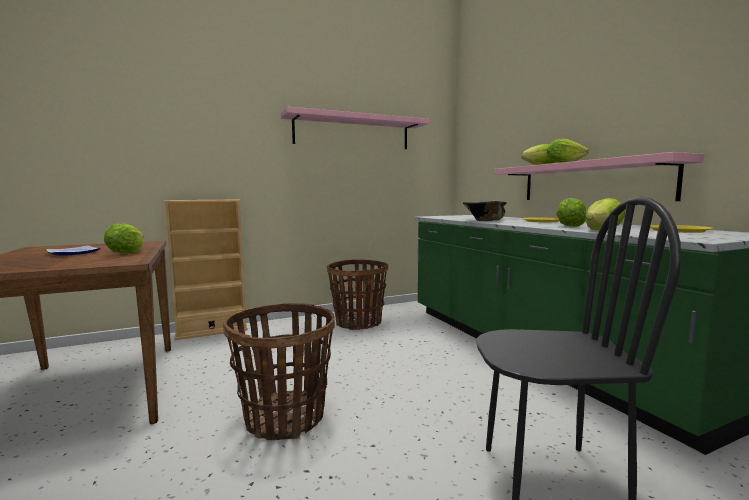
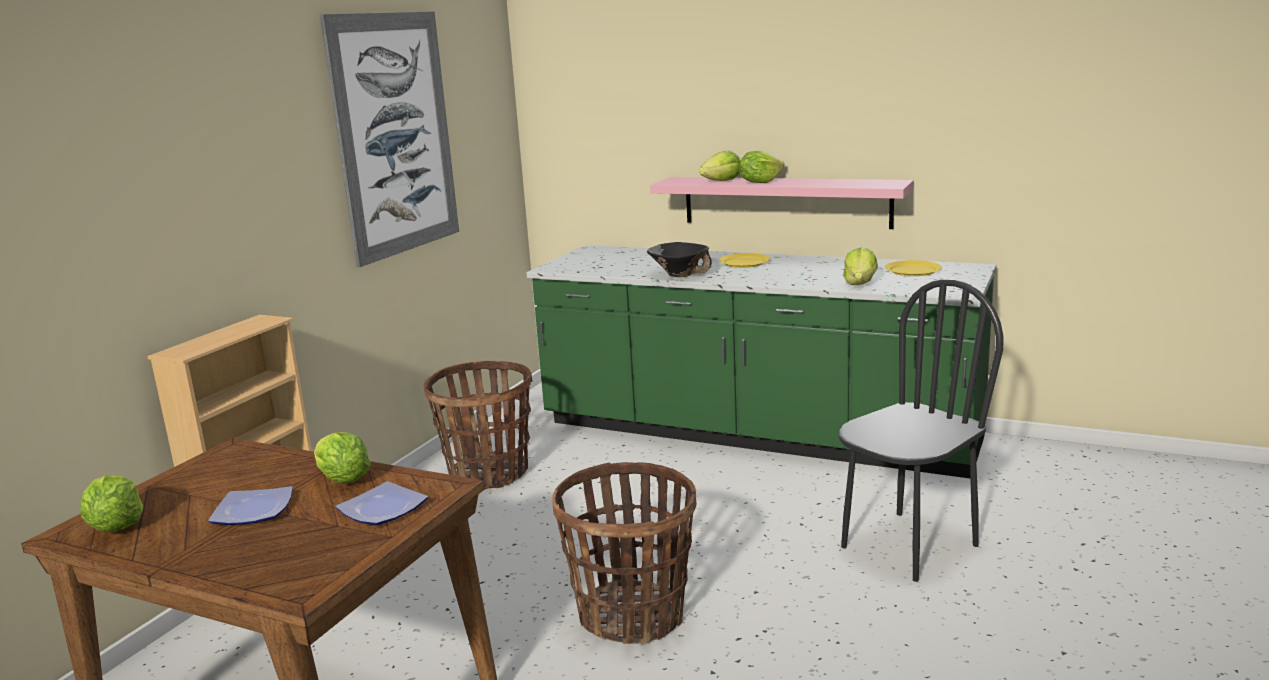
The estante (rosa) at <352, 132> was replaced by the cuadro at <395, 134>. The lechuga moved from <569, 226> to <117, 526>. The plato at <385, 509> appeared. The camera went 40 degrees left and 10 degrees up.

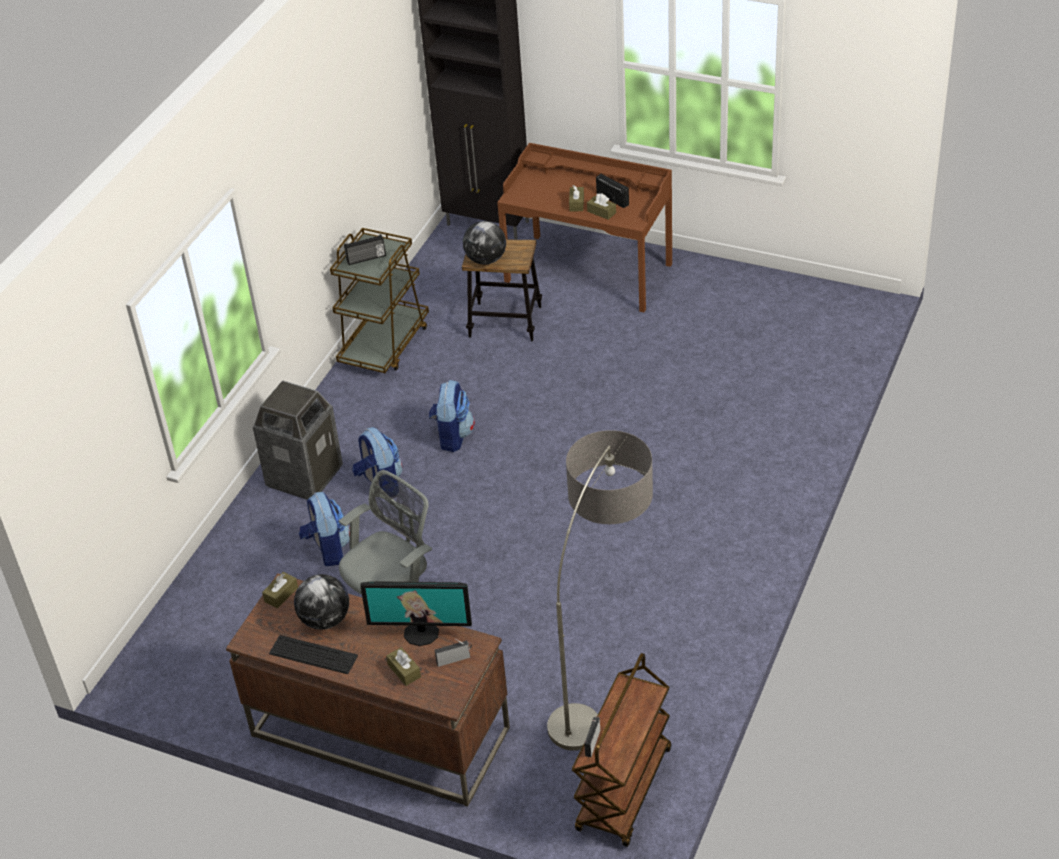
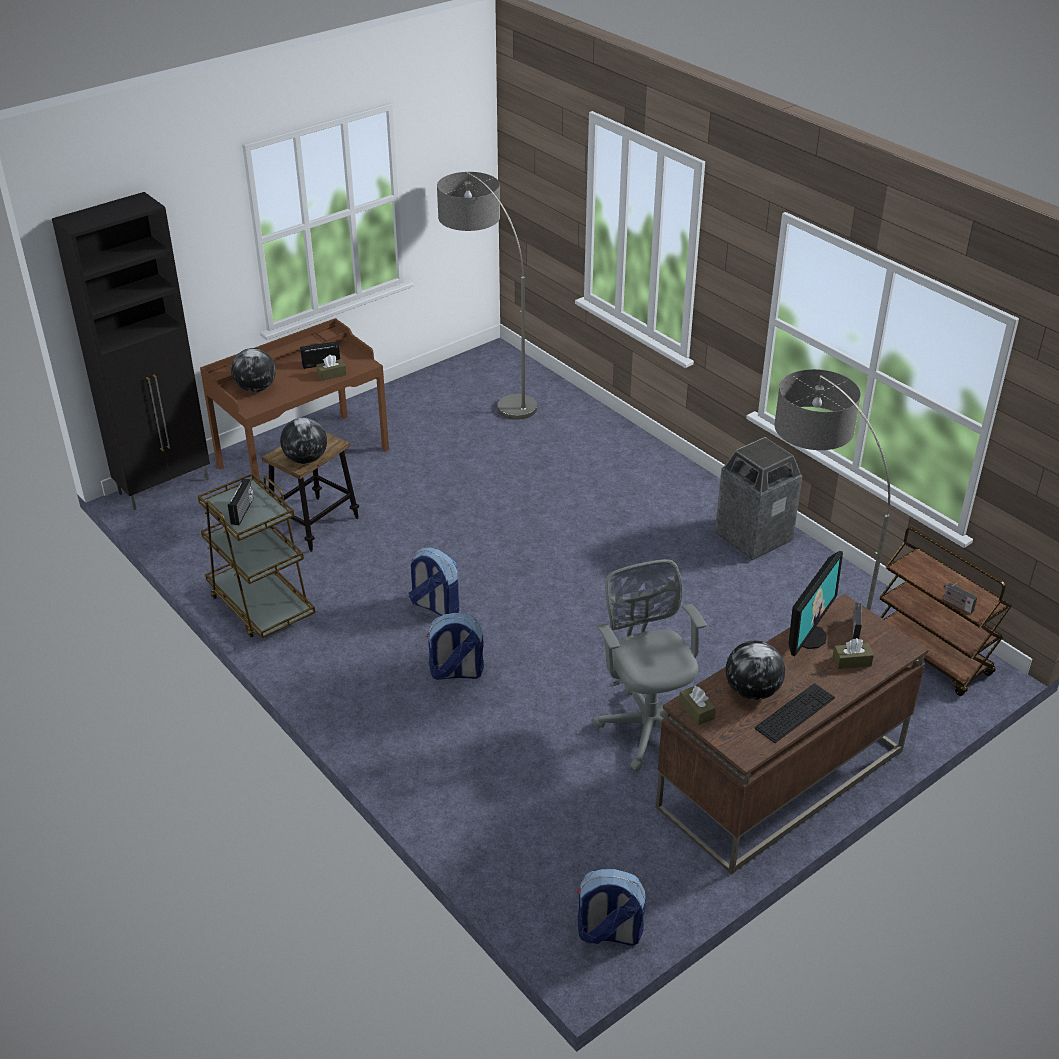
The papelera moved from <304, 476> to <752, 537>. The mochila moved from <328, 549> to <608, 933>. The caja de pañuelos (marrón) at <576, 203> disappeared. The globo terráqueo at <256, 389> appeared. The lámpara de pie at <487, 388> appeared. The camera went 65 degrees left and 5 degrees down.

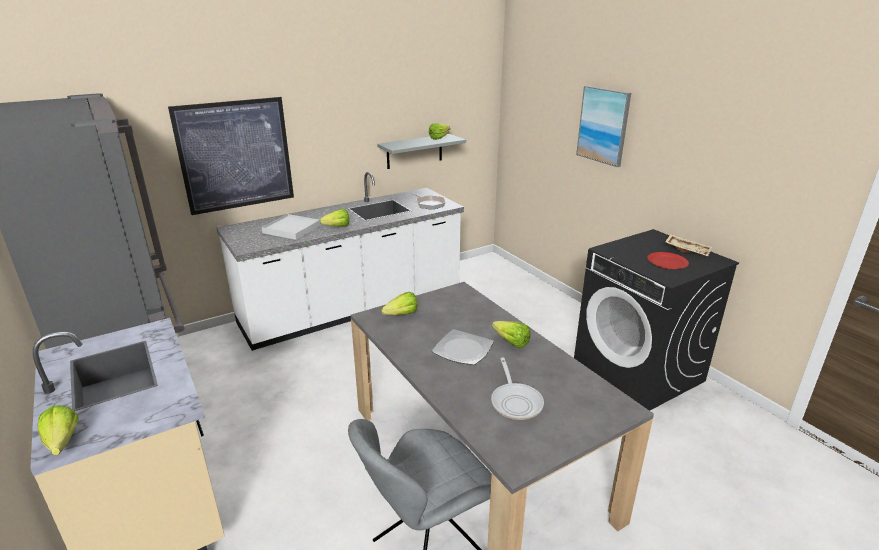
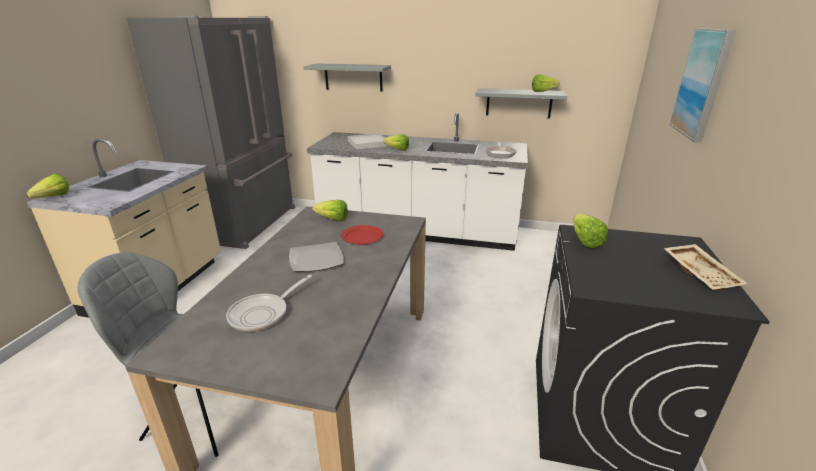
The cuadro at <235, 155> was replaced by the estante (gris) at <353, 77>. The lechuga moved from <509, 341> to <584, 239>. The plato (rojo) moved from <666, 262> to <362, 237>. The camera went 45 degrees right and 0 degrees up.

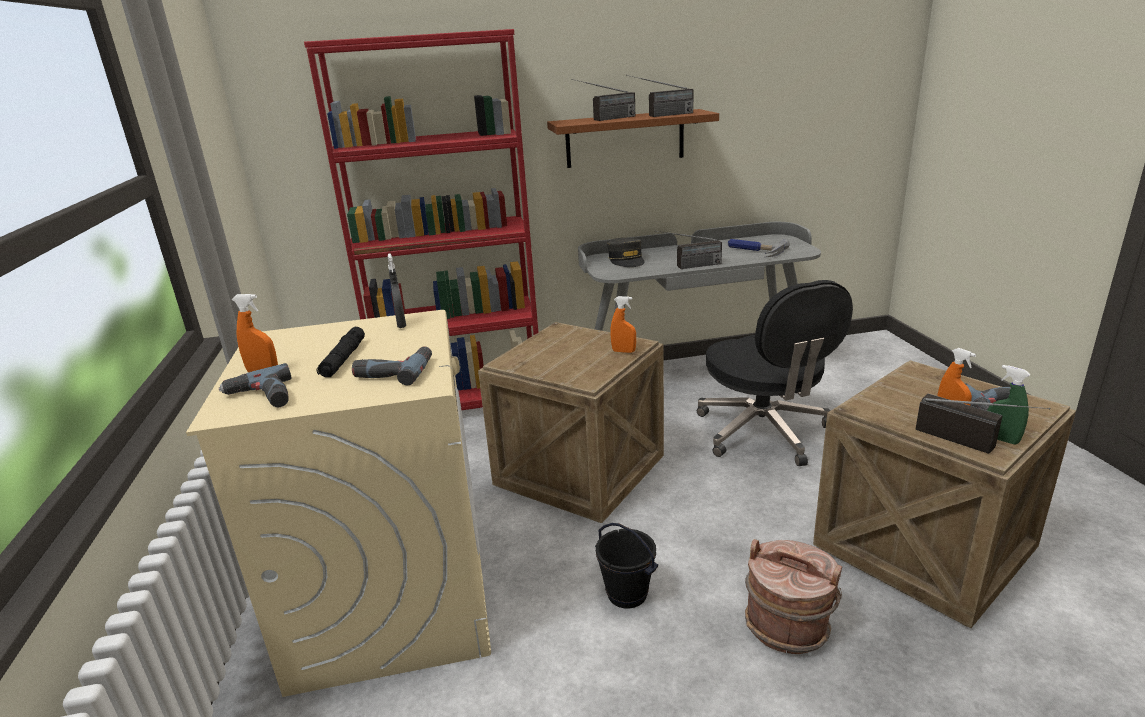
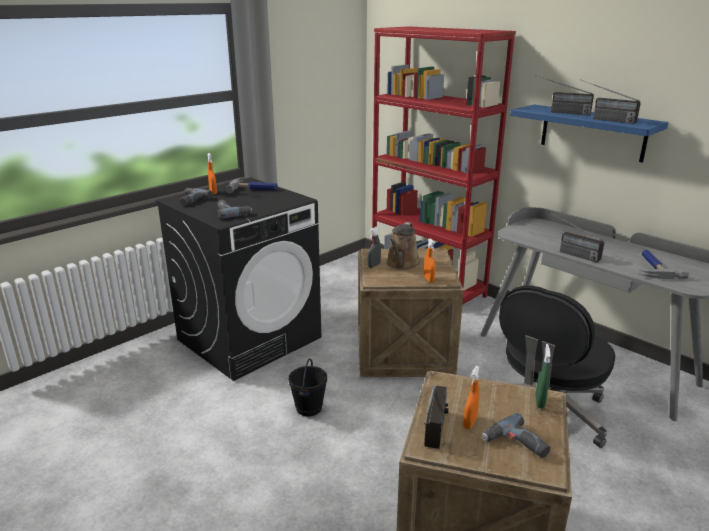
The lavadora (beis) at <392, 598> became the lavadora (negro) at <250, 338>. The linterna (negro) at <343, 359> disappeared. The pulverizador (gris) moved from <401, 324> to <374, 266>. The estante (marrón) at <625, 139> became the estante (azul) at <592, 132>. The gorra (gris) at <626, 260> disappeared. The cubo (marrón) at <787, 626> disappeared. The pulverizador (verde) moved from <1001, 439> to <539, 402>. The martillo at <254, 188> appeared. The regadera (marrón) at <402, 264> appeared. The camera went 55 degrees right and 0 degrees up.

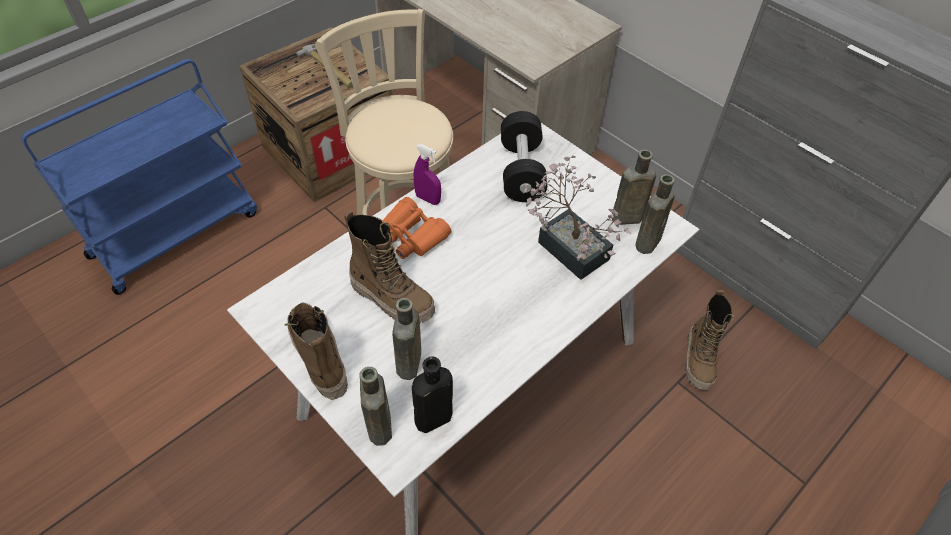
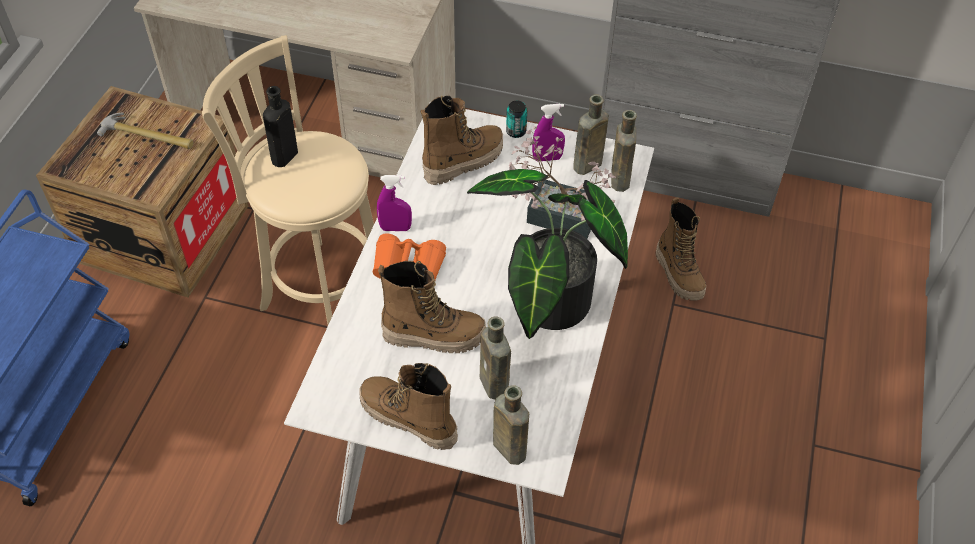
The botella (negro) moved from <431, 420> to <283, 158>. The mancuerna (negro) at <521, 171> was replaced by the bota at <463, 161>. The planta en maceta at <546, 306> appeared. The lata at <516, 131> appeared. The pulverizador (morado) at <547, 158> appeared. The camera went 30 degrees left and 0 degrees up.

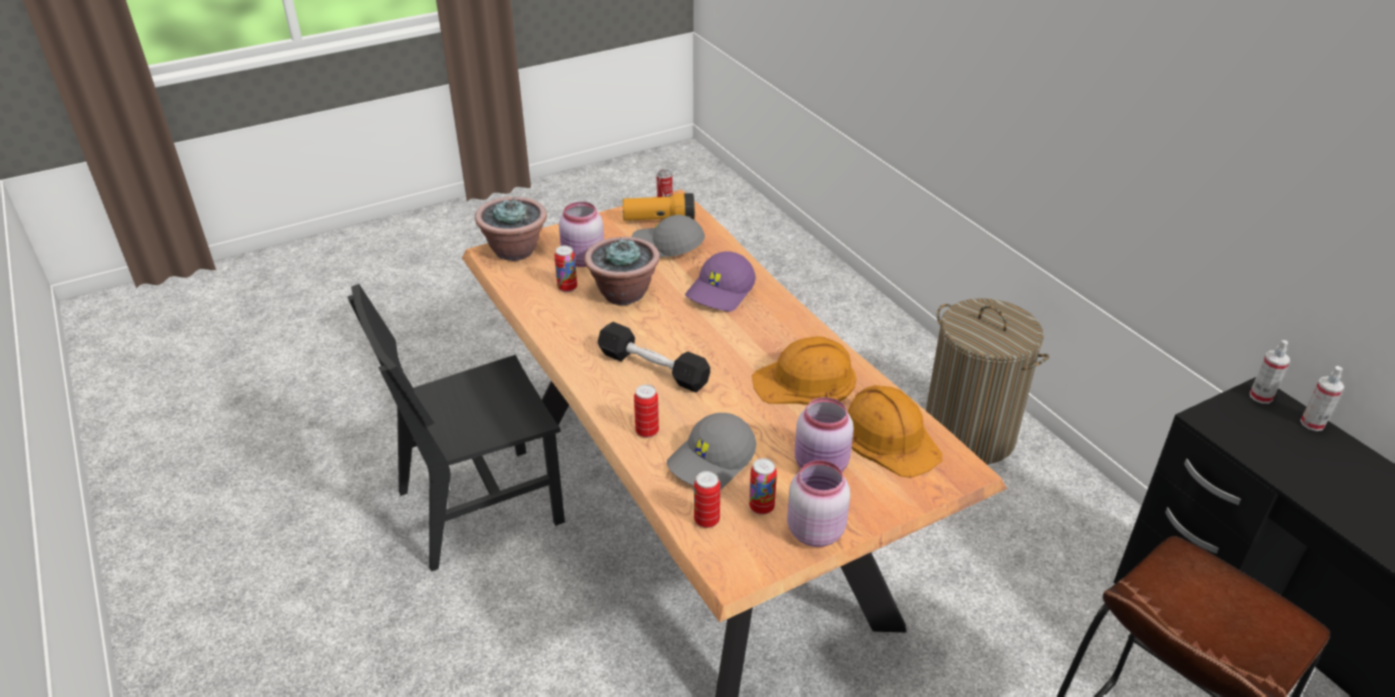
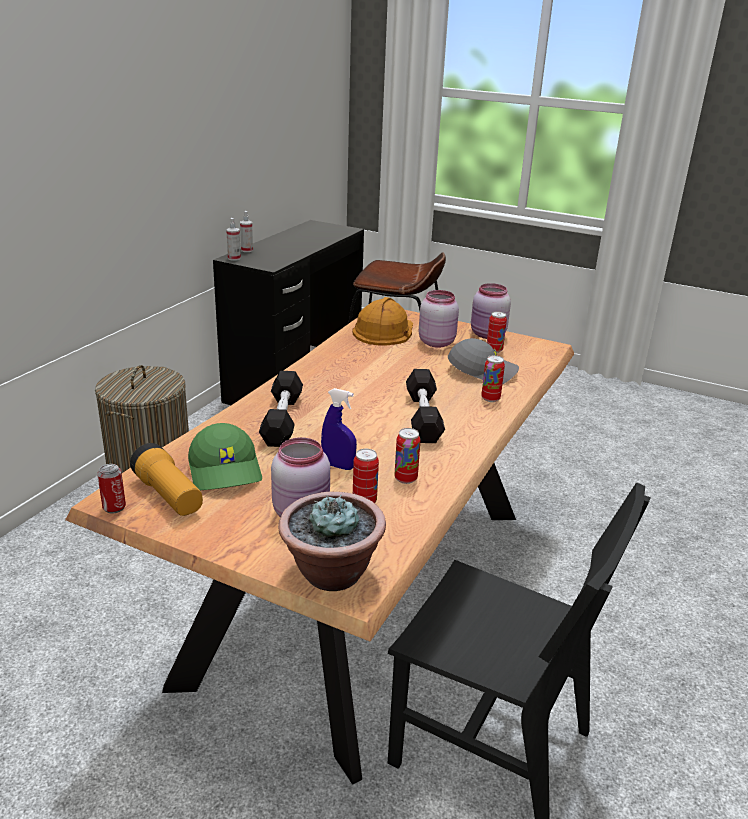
The planta en maceta at <623, 293> was replaced by the pulverizador (azul) at <338, 466>. The gorra (gris) at <667, 247> became the gorra (verde) at <226, 470>. The gorra (morado) at <721, 292> was replaced by the mancuerna (negro) at <282, 419>. The lata moved from <706, 520> to <405, 479>. The casco (naranja) at <805, 381> disappeared. The camera went 125 degrees left and 10 degrees down.

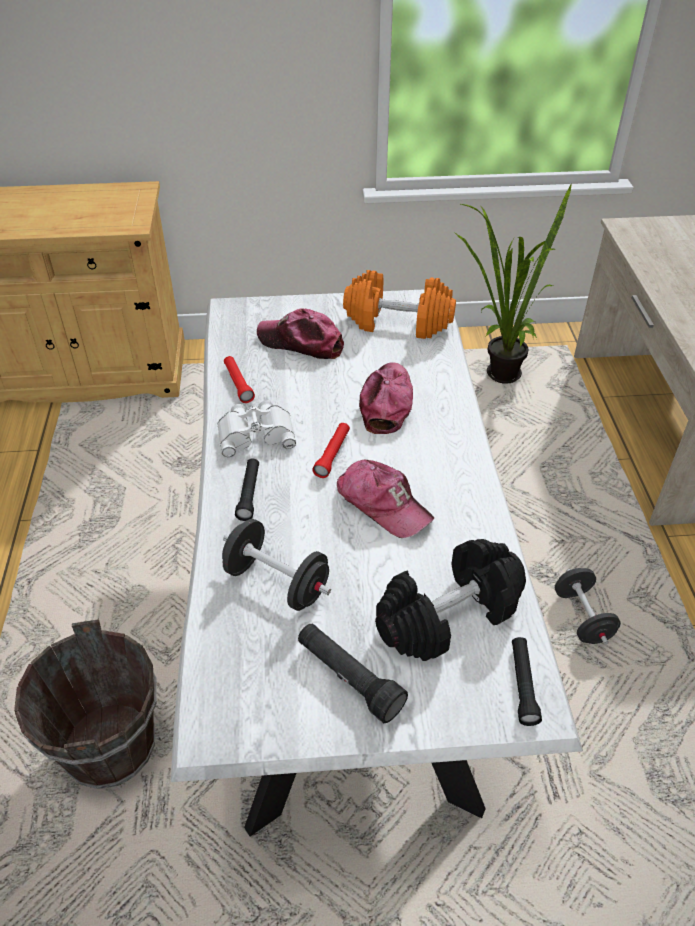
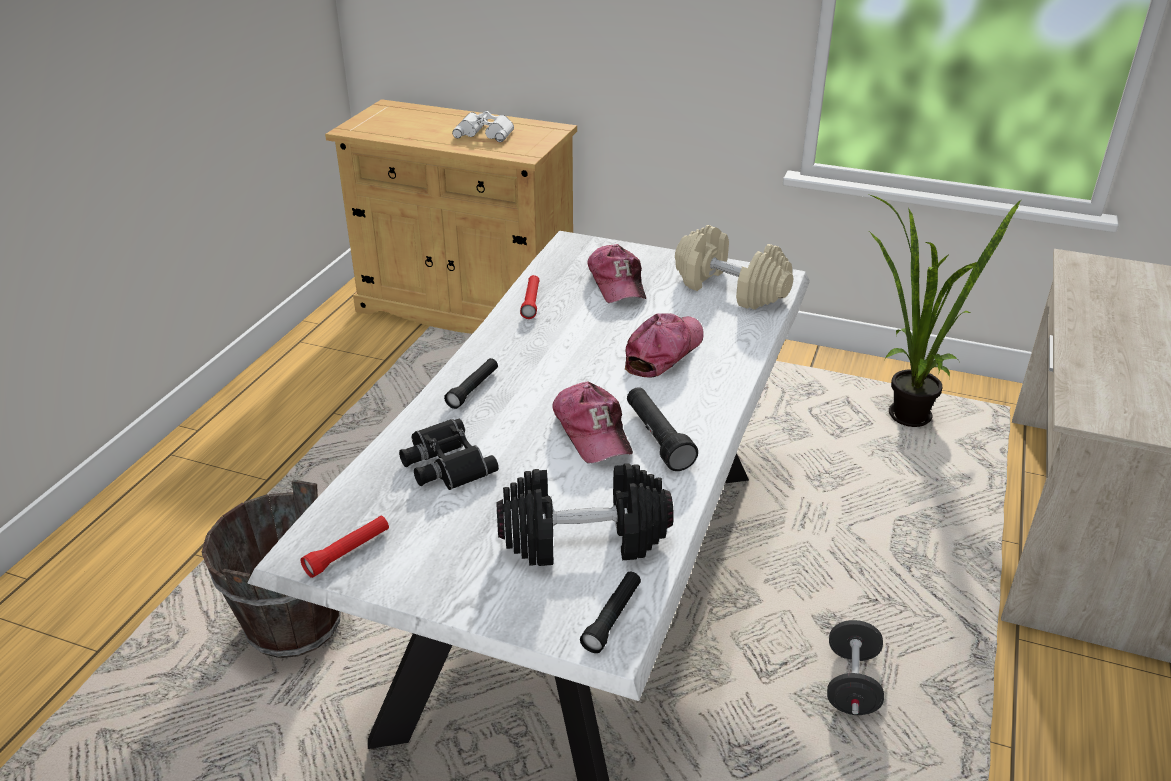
The prismáticos (blanco) moved from <256, 432> to <486, 132>. The mancuerna (negro) at <277, 582> was replaced by the prismáticos (negro) at <444, 463>. The gorra at <301, 343> turned 150 degrees counterclockwise. The linterna (negro) moved from <349, 678> to <657, 438>. The linterna (rojo) moved from <332, 455> to <348, 552>. The mancuerna (naranja) at <398, 322> became the mancuerna (beis) at <730, 289>. The camera went 25 degrees right and 10 degrees down.

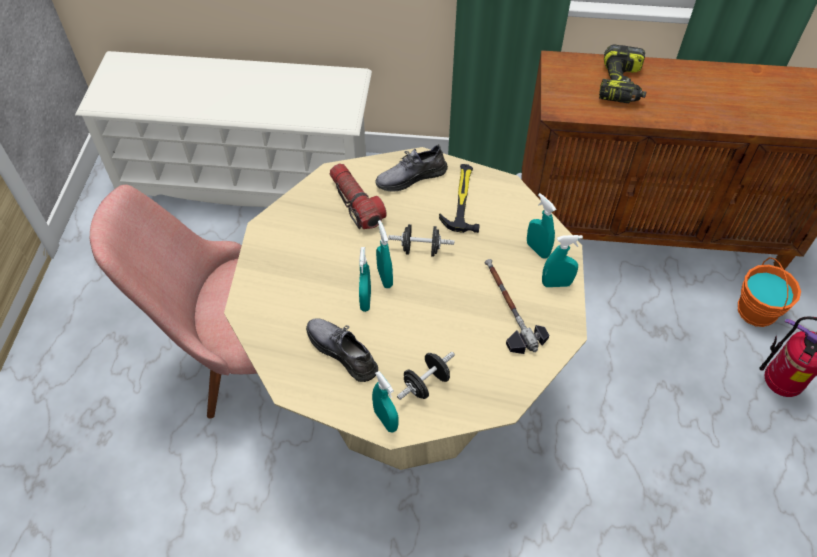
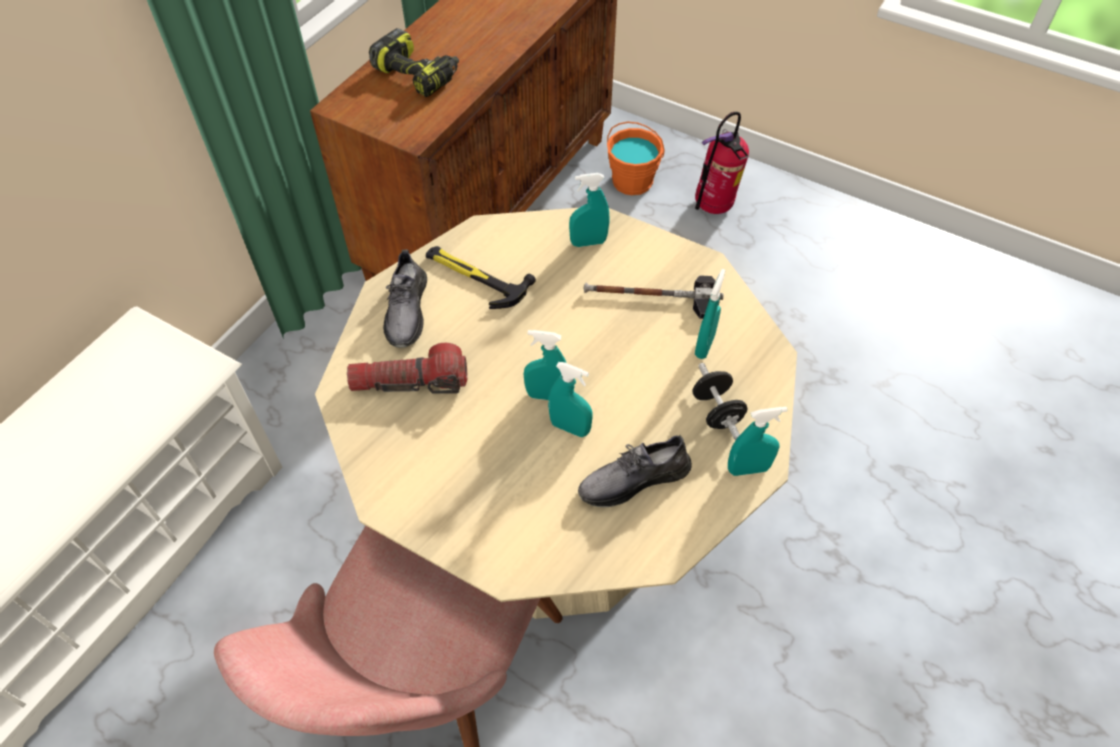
The mancuerna (negro) at <421, 249> disappeared. The pulverizador (turquesa) moved from <556, 283> to <704, 346>. The camera went 65 degrees left and 0 degrees up.

